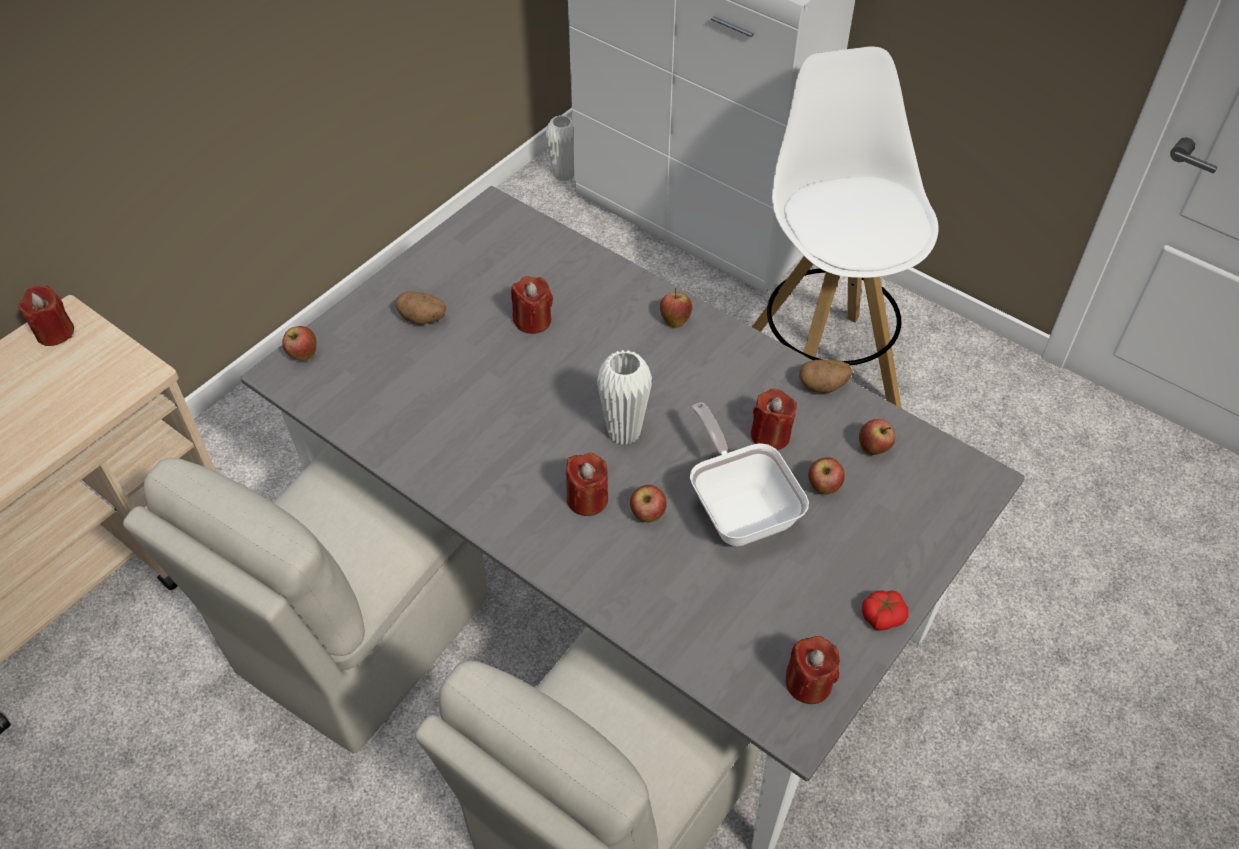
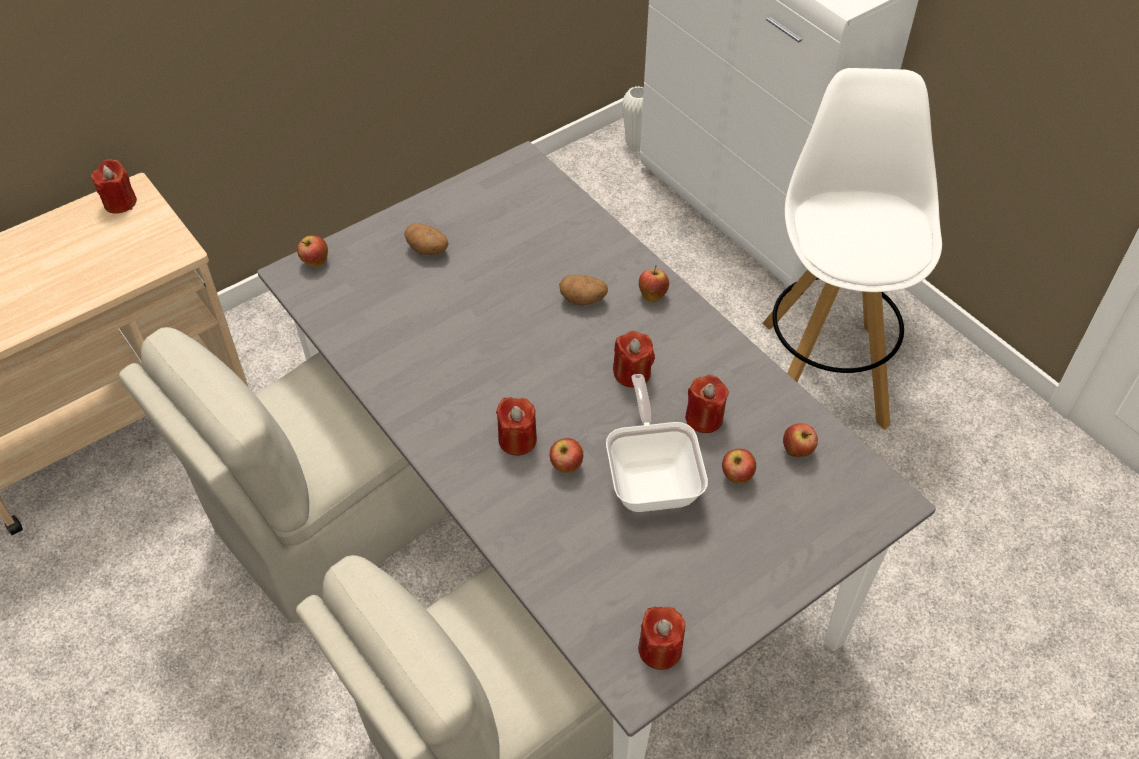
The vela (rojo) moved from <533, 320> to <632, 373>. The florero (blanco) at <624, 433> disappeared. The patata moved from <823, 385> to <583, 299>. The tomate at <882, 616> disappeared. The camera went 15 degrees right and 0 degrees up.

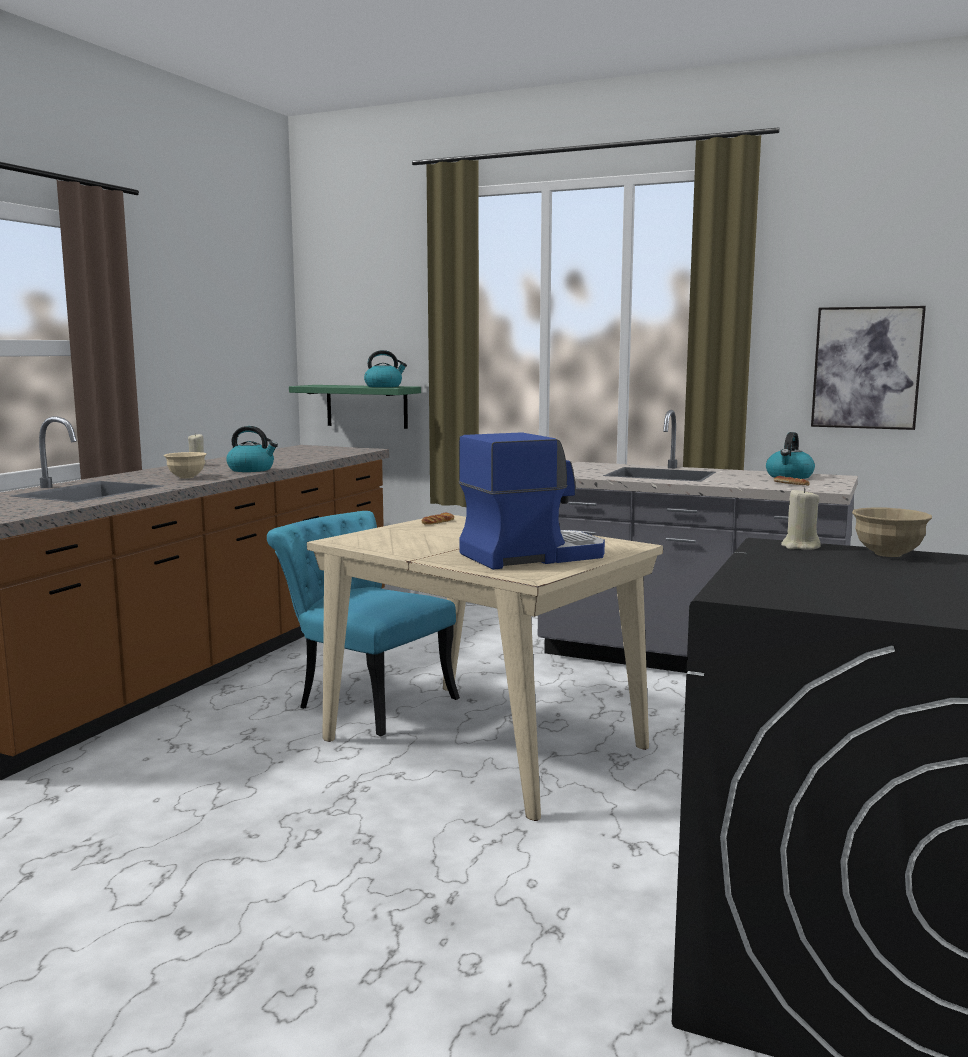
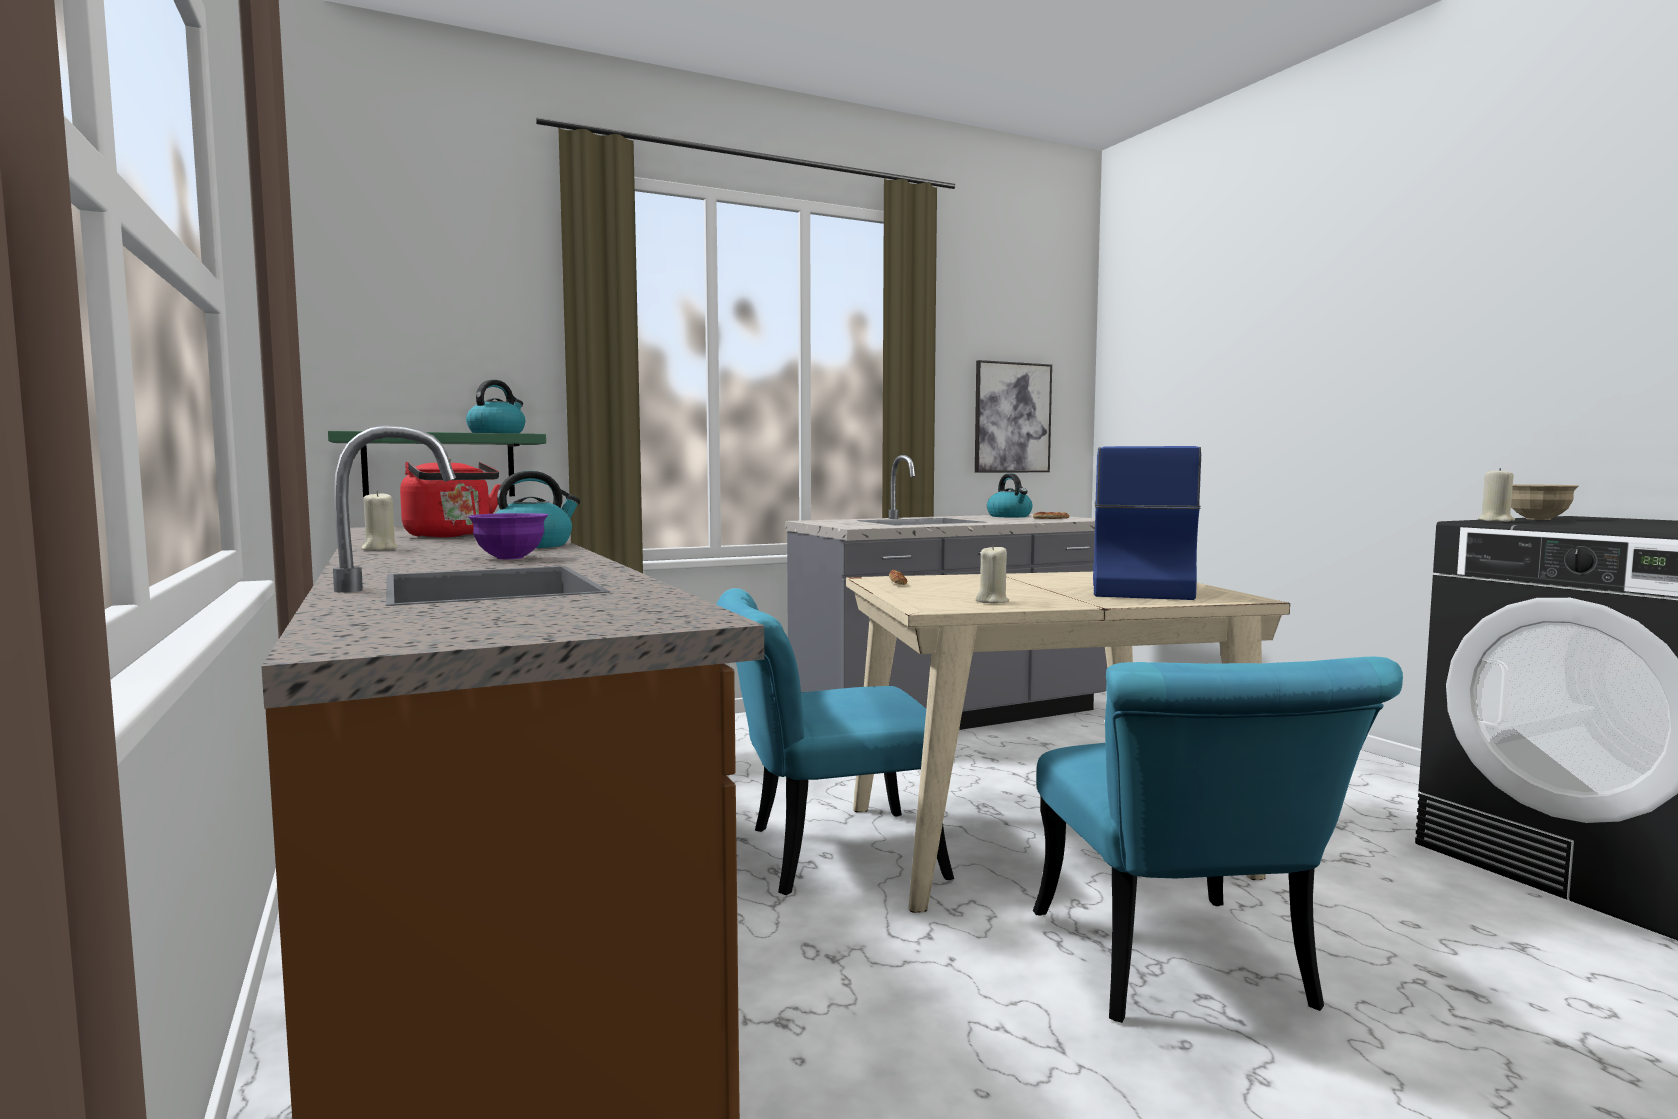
The cuenco (beis) at <186, 477> became the cuenco (morado) at <510, 558>. The hervidor (rojo) at <451, 536> appeared. The vela (beis) at <992, 601> appeared. The silla (turquesa) at <1183, 974> appeared. The camera went 50 degrees left and 5 degrees down.

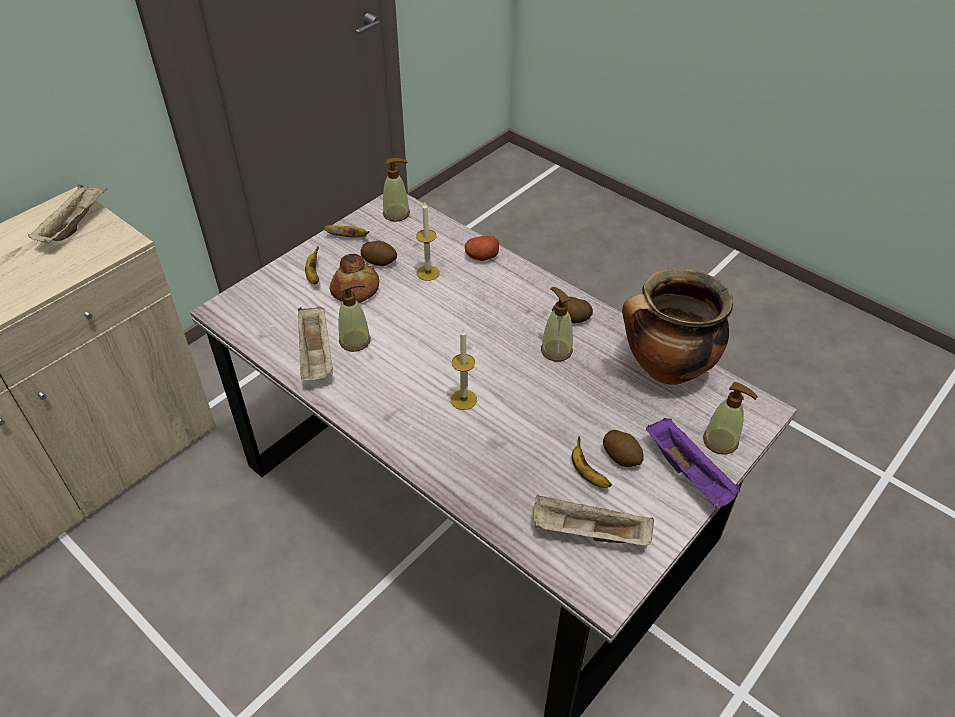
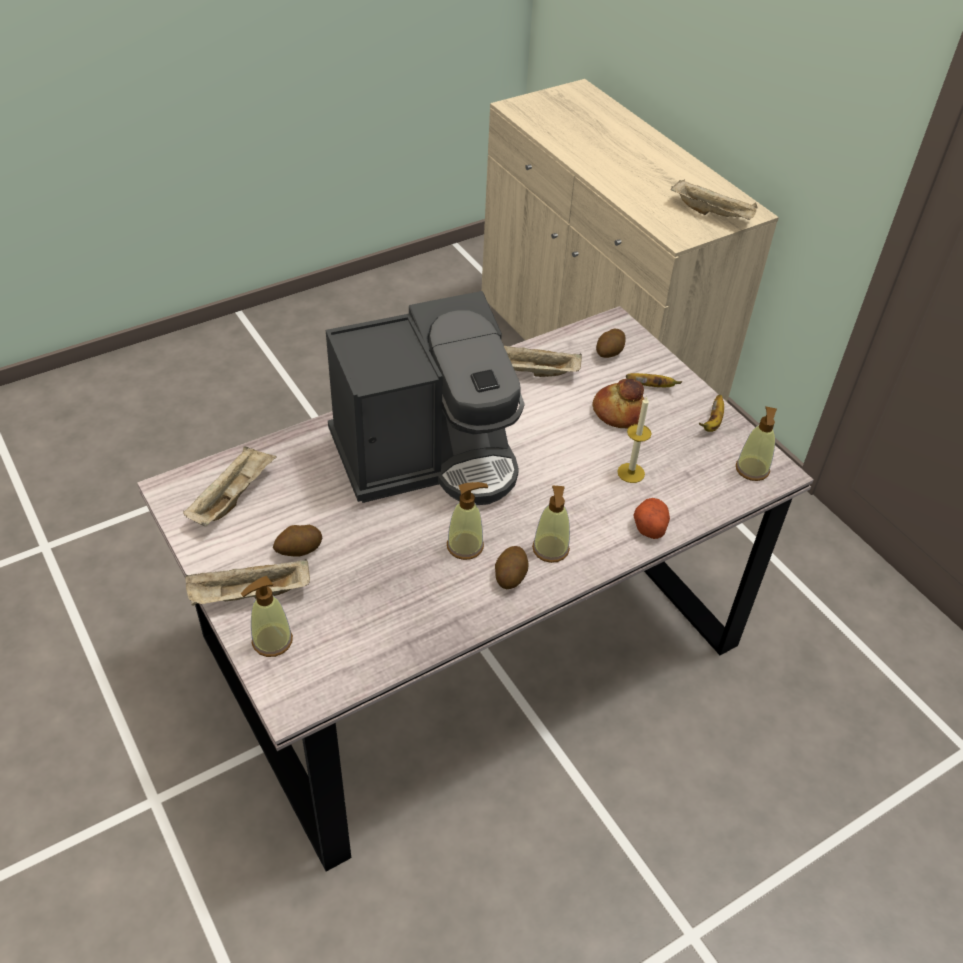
The dispensador de jabón moved from <355, 341> to <550, 549>. The patata moved from <379, 261> to <609, 353>. The vela at <463, 399> was replaced by the cafetera at <428, 456>. The plátano at <587, 474> disappeared. The olla at <666, 370> disappeared. The bandeja (morado) at <689, 474> became the bandeja (beis) at <249, 596>. The camera went 105 degrees right and 0 degrees up.

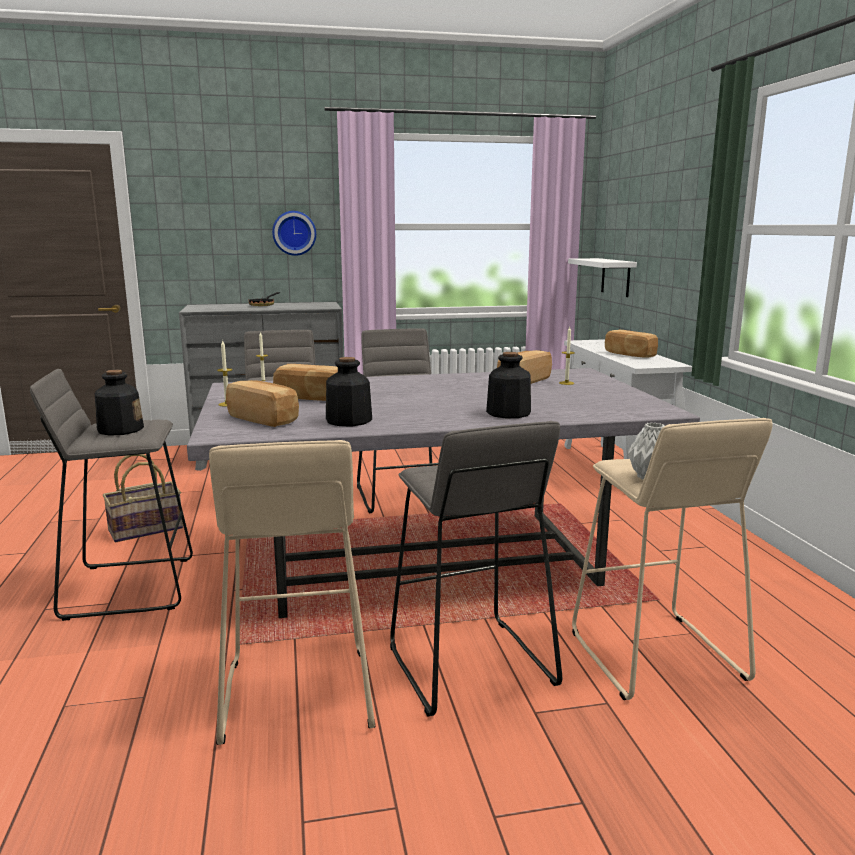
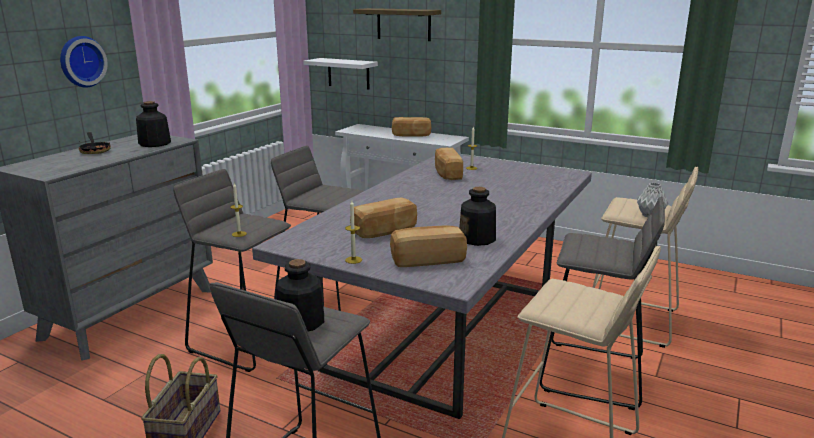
The botella moved from <508, 413> to <154, 143>. The estante at <403, 24> appeared. The camera went 50 degrees left and 5 degrees up.

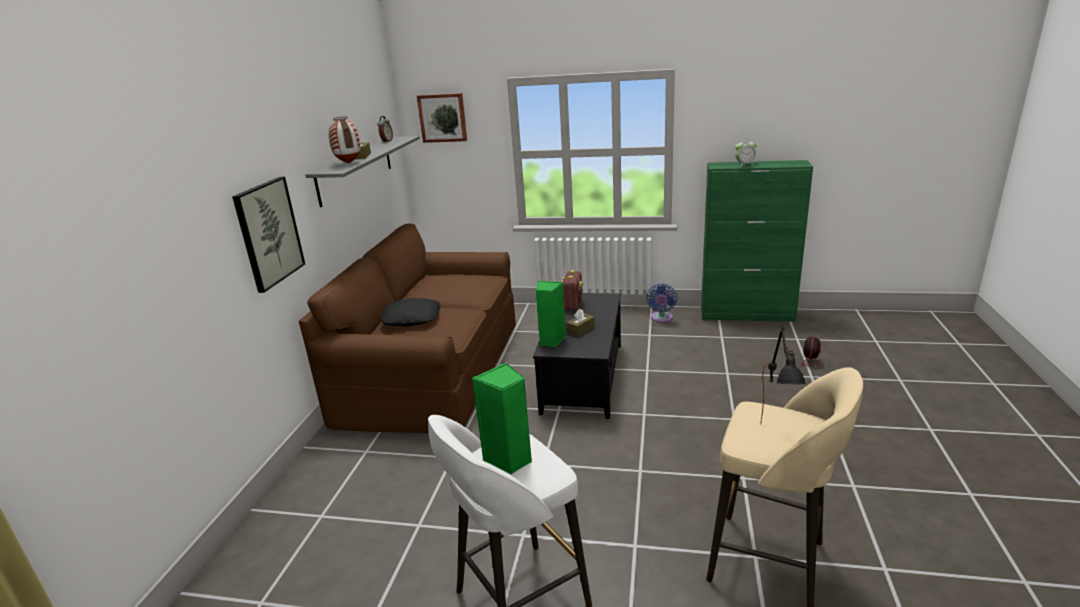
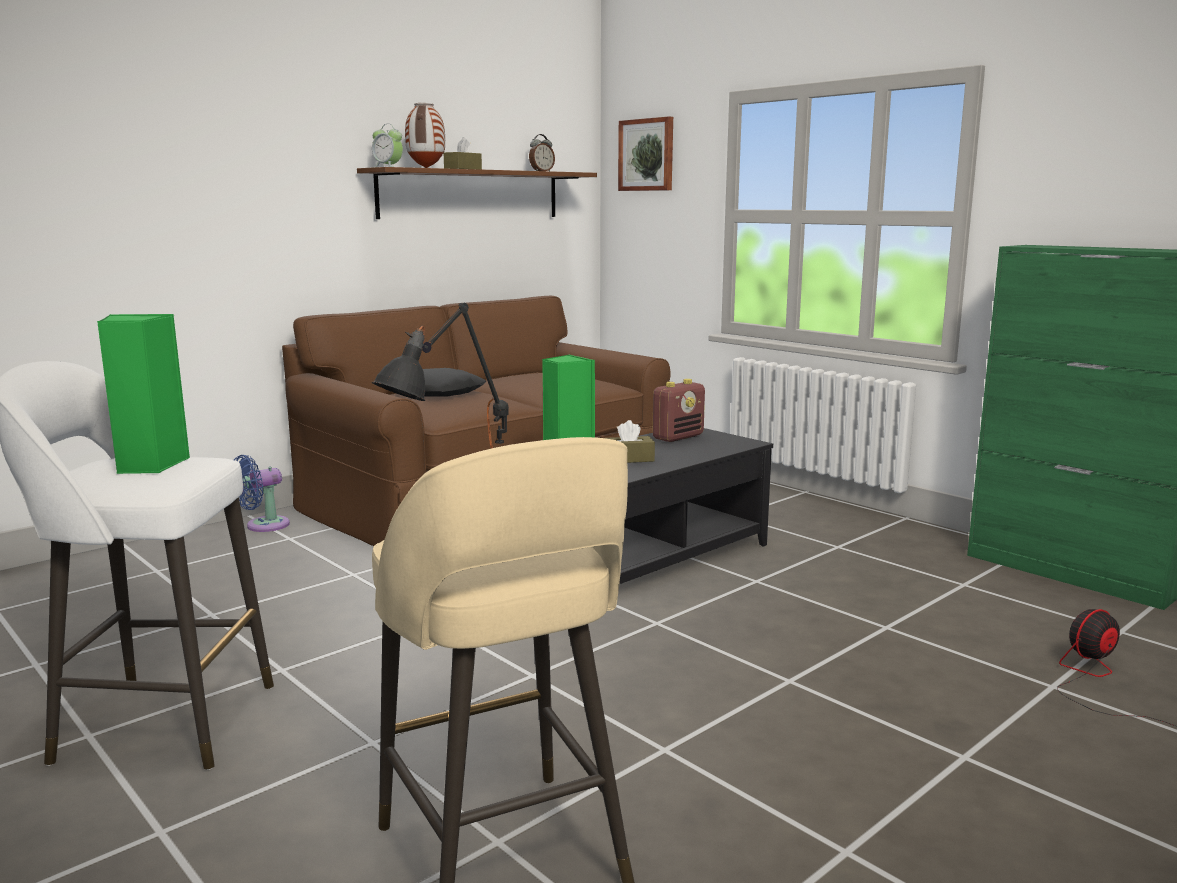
The cuadro at <268, 233> disappeared. The estante (gris) at <355, 169> became the estante (marrón) at <471, 194>. The ventilador (azul) moved from <661, 318> to <263, 526>. The despertador moved from <744, 165> to <388, 167>. The camera went 35 degrees right and 10 degrees down.

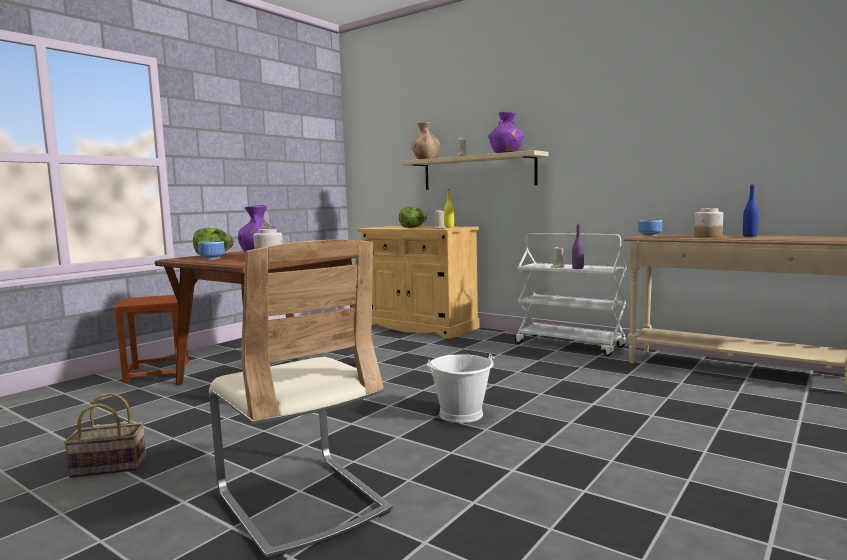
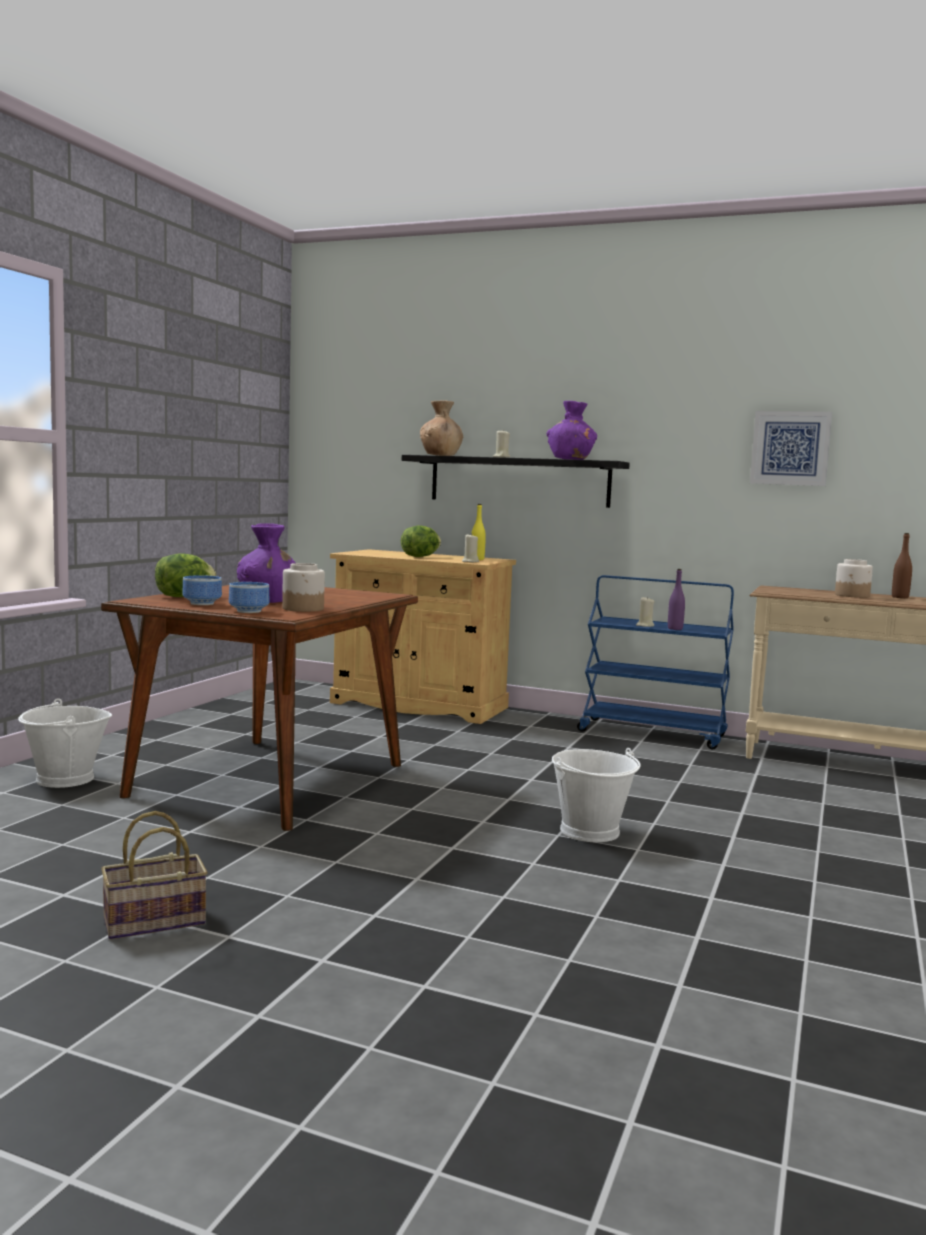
The taburete (marrón) at <157, 372> was replaced by the cubo (blanco) at <64, 779>. The silla (beis) at <301, 502> disappeared. The estante (beis) at <478, 172> became the estante (negro) at <519, 481>. The carrito (blanco) at <570, 345> became the carrito (azul) at <653, 734>. The cuenco moved from <650, 235> to <250, 611>. The botella (azul) at <749, 236> became the botella (marrón) at <900, 597>. The cuadro at <790, 448> appeared. The camera went 15 degrees left and 0 degrees up.

